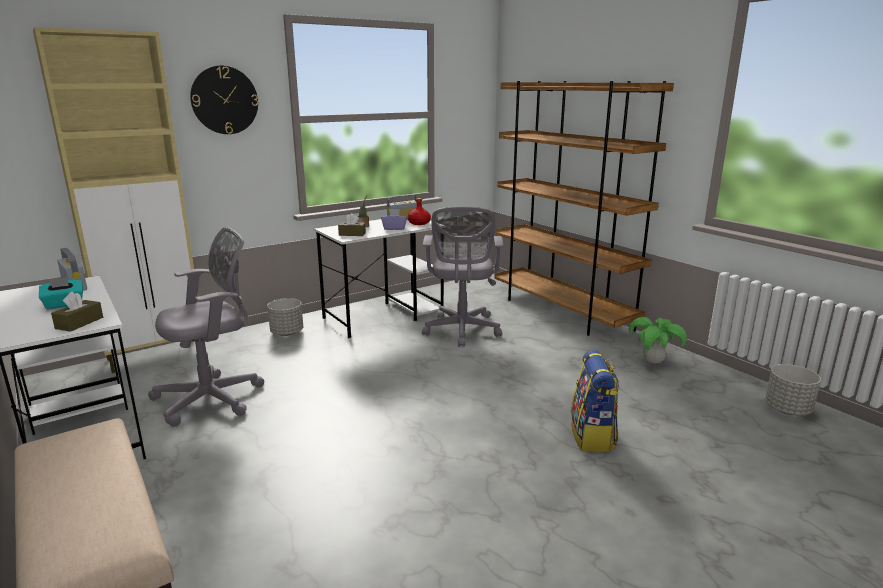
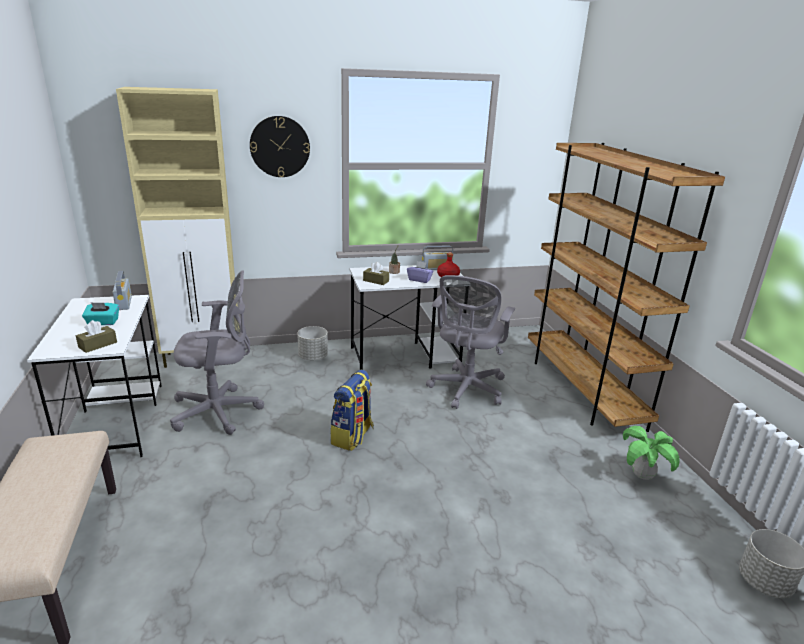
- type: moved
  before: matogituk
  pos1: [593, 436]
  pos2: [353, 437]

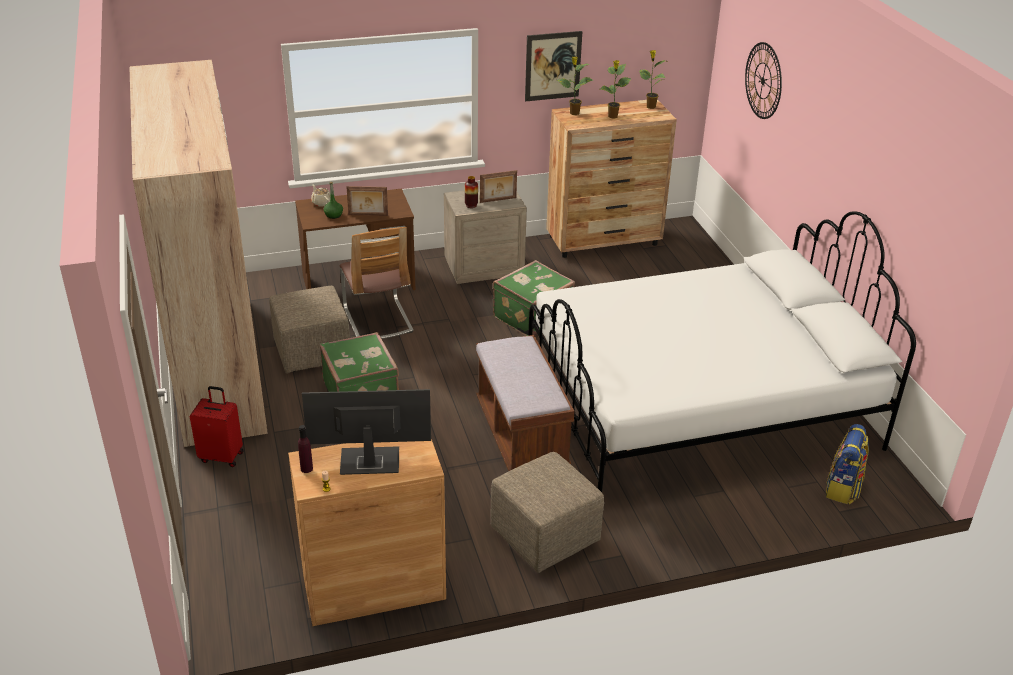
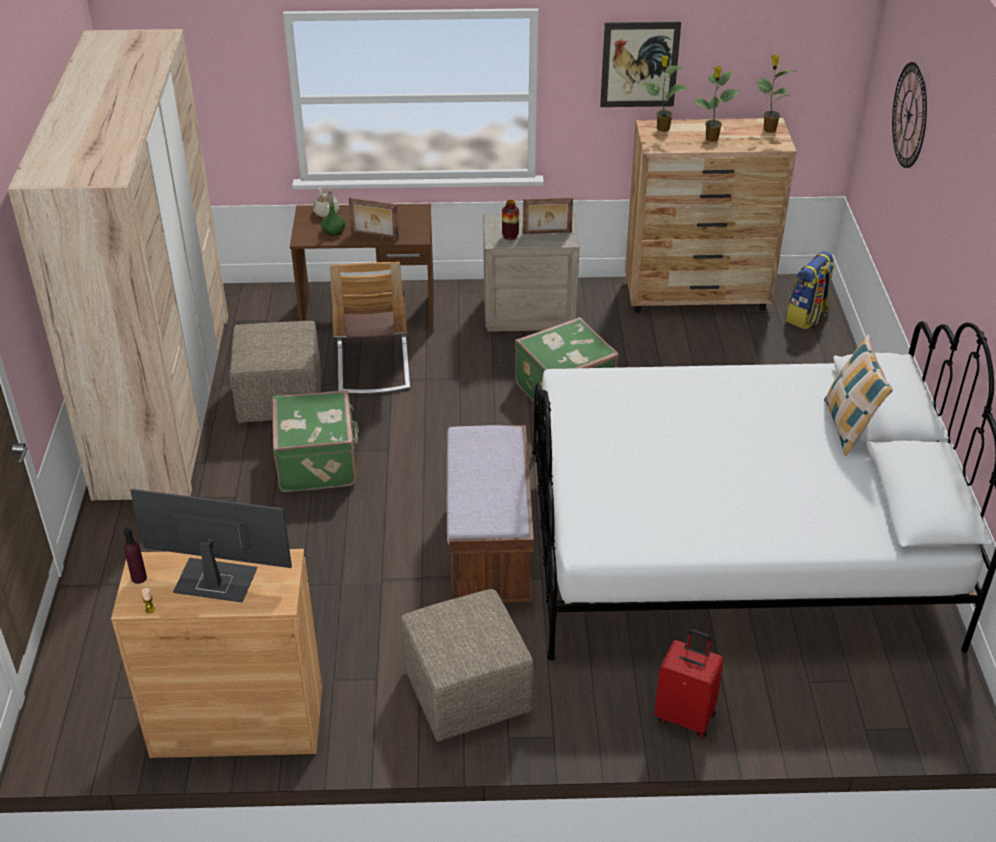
- type: moved
  before: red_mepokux
  pos1: [222, 456]
  pos2: [685, 716]
- type: moved
  before: matogituk
  pos1: [843, 488]
  pos2: [807, 316]
- type: added
  after: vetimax
  pos2: [848, 427]

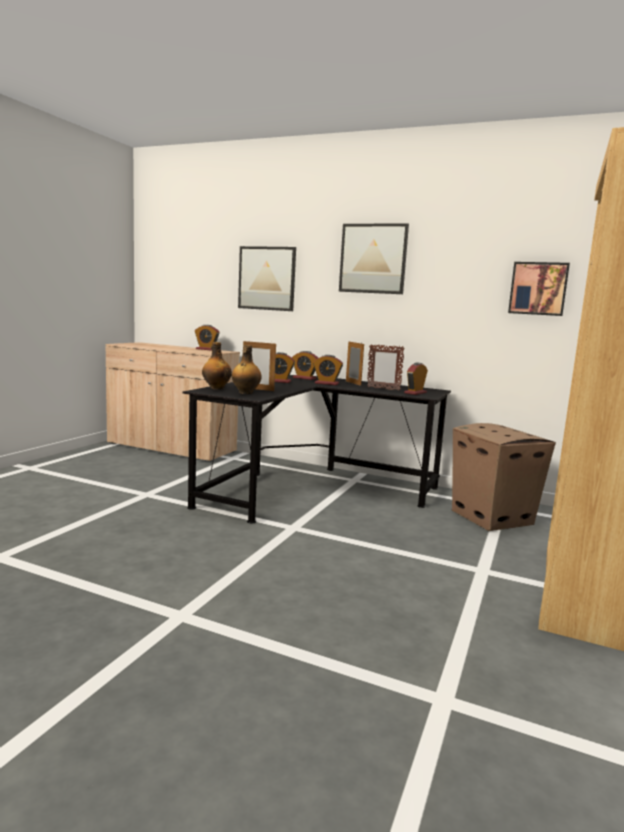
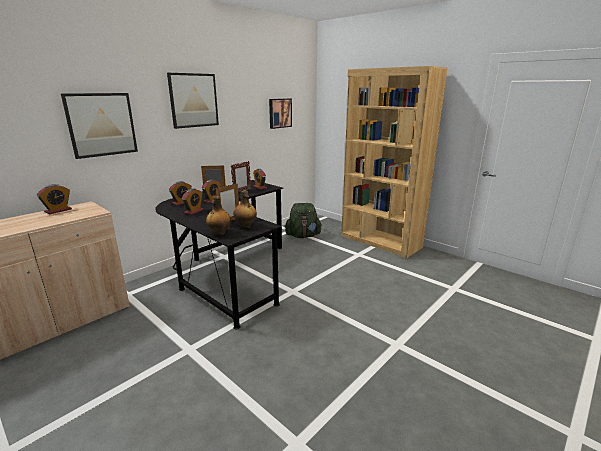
- type: replaced
  before: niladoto
  after: green_matogituk
  pos1: [492, 517]
  pos2: [303, 236]

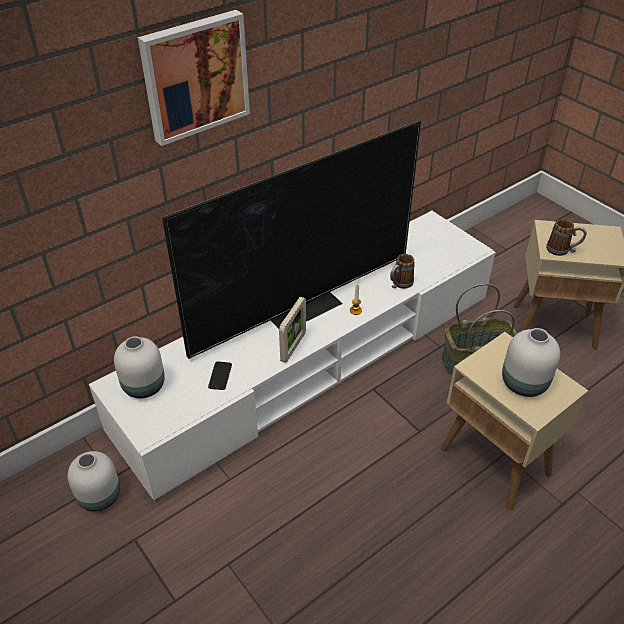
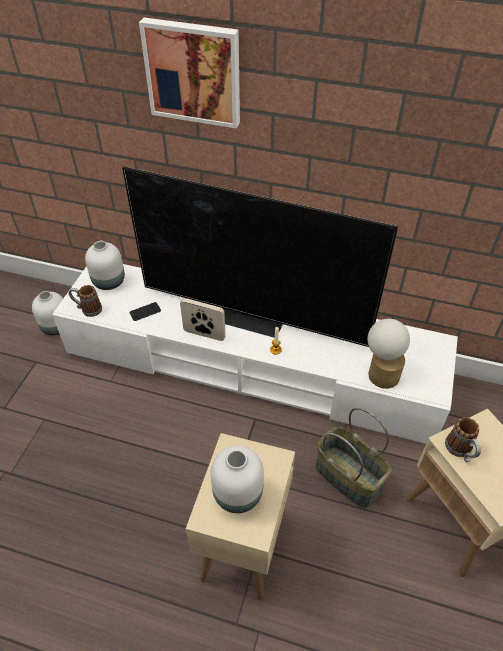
- type: moved
  before: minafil
  pos1: [399, 284]
  pos2: [88, 309]
- type: turned
  before: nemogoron
  pos1: [293, 347]
  pos2: [204, 334]
  turn: -150
- type: added
  after: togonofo
  pos2: [381, 372]

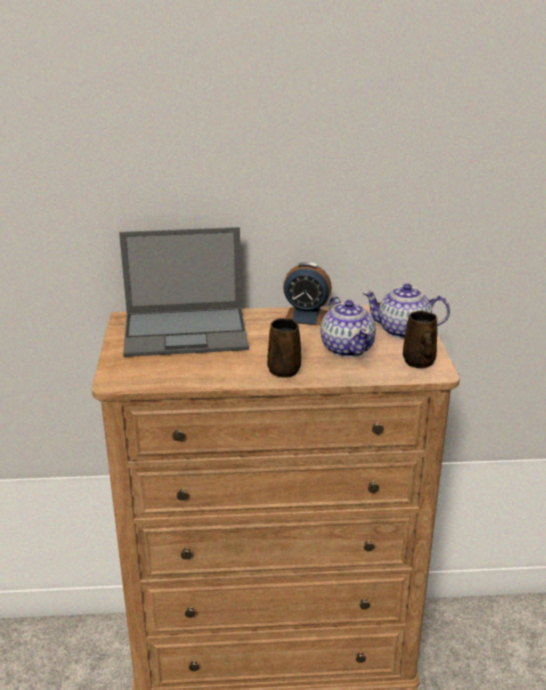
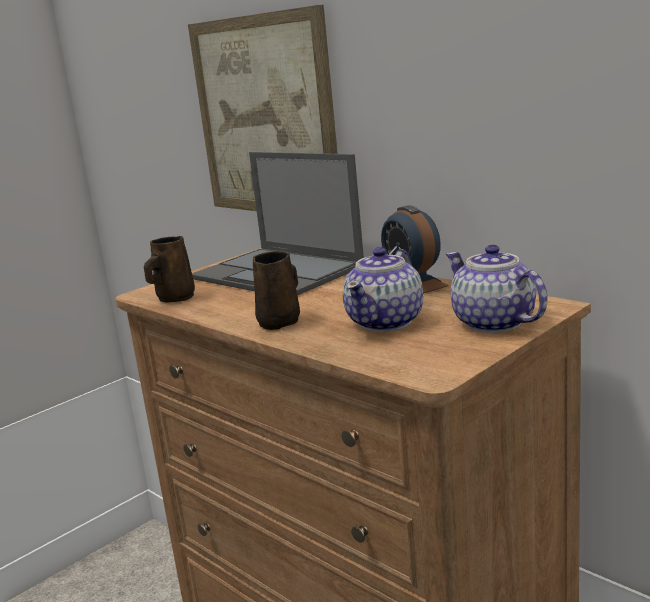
- type: moved
  before: brown_minafil
  pos1: [419, 363]
  pos2: [174, 298]
- type: added
  after: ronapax
  pos2: [265, 117]

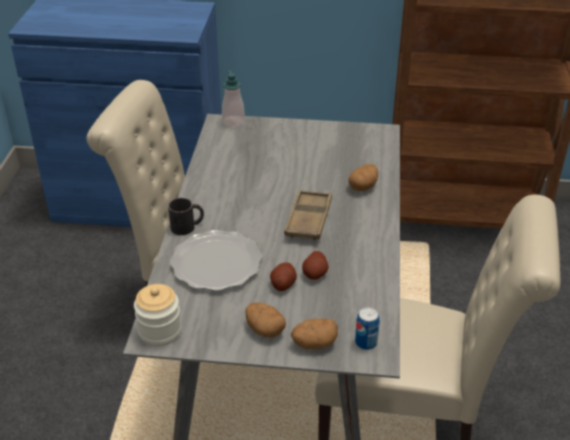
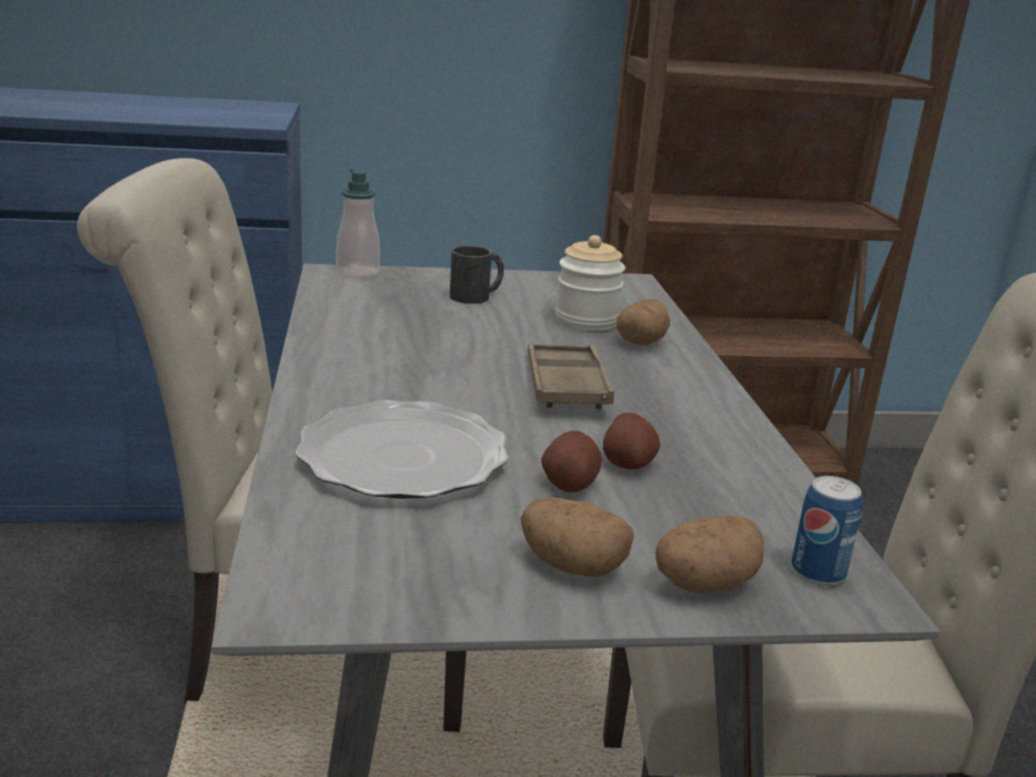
- type: moved
  before: black_minafil
  pos1: [187, 226]
  pos2: [477, 296]
- type: moved
  before: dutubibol
  pos1: [160, 331]
  pos2: [586, 321]

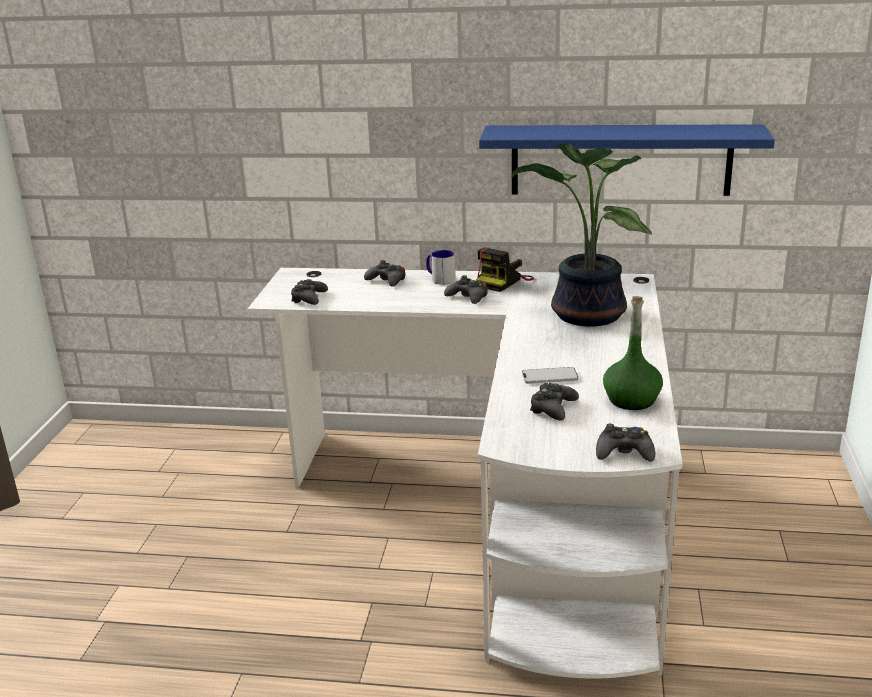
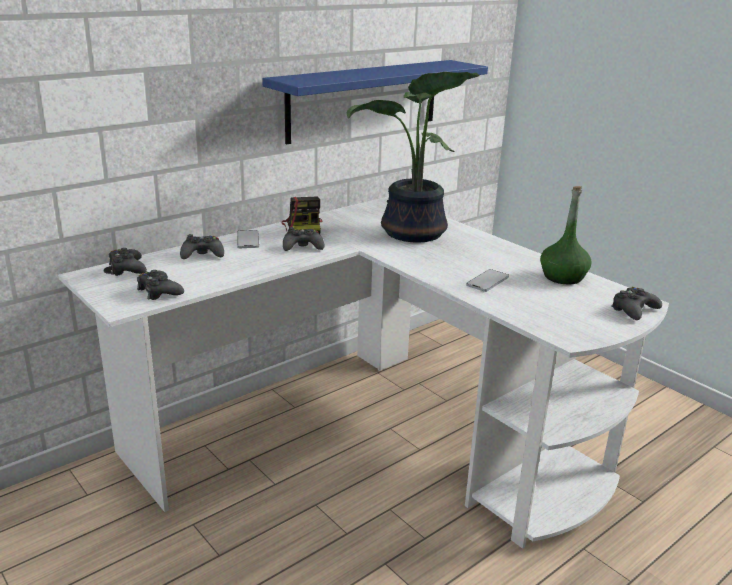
- type: replaced
  before: minafil
  after: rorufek
  pos1: [440, 279]
  pos2: [248, 240]
- type: moved
  before: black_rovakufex
  pos1: [553, 408]
  pos2: [127, 268]

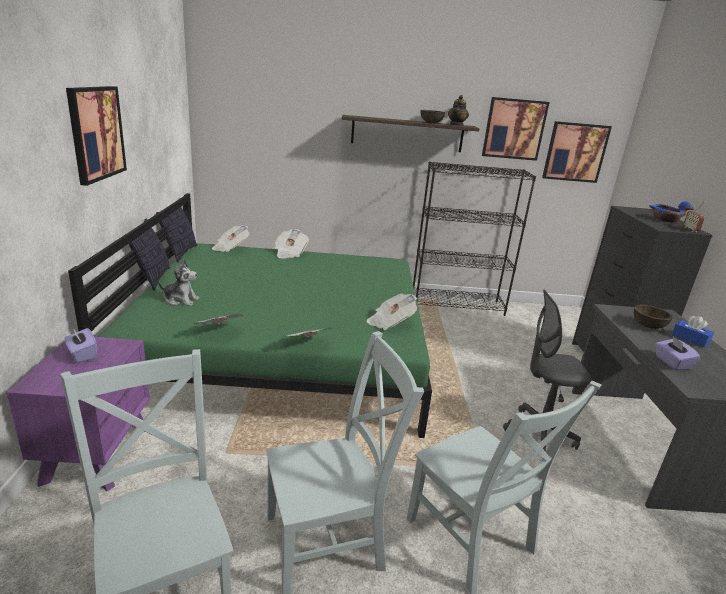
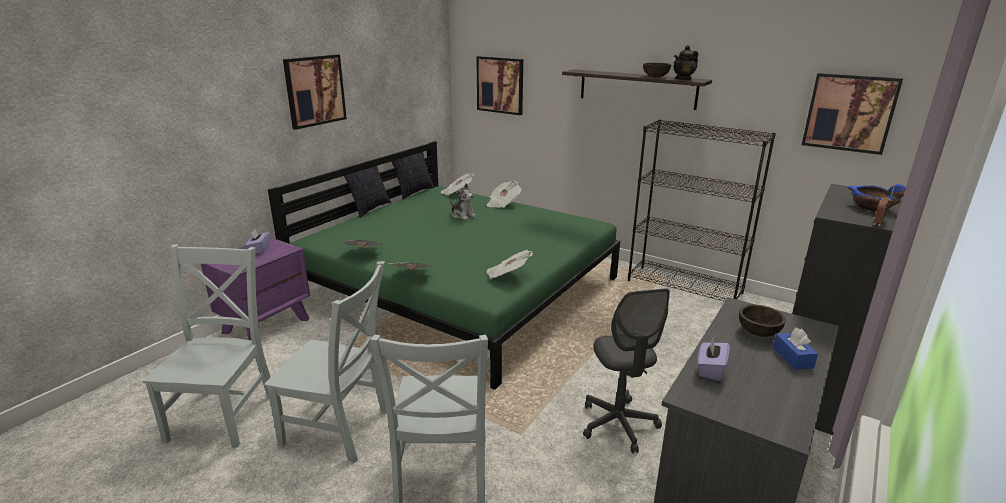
- type: moved
  before: ronapax
  pos1: [514, 129]
  pos2: [500, 85]
- type: moved
  before: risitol
  pos1: [181, 300]
  pos2: [463, 215]
- type: turned
  before: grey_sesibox
  pos1: [539, 432]
  pos2: [618, 424]
  turn: -135

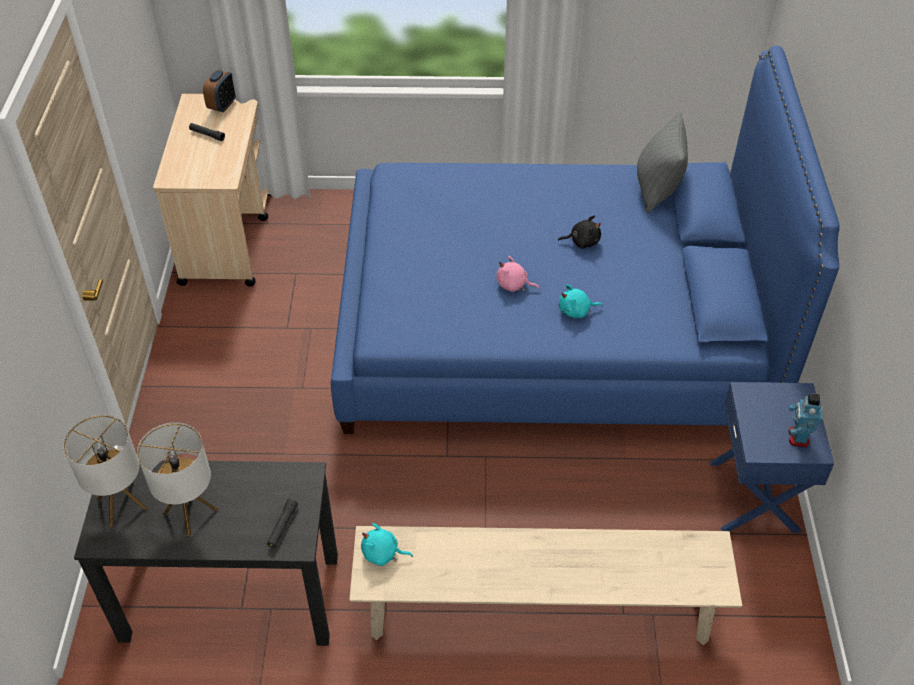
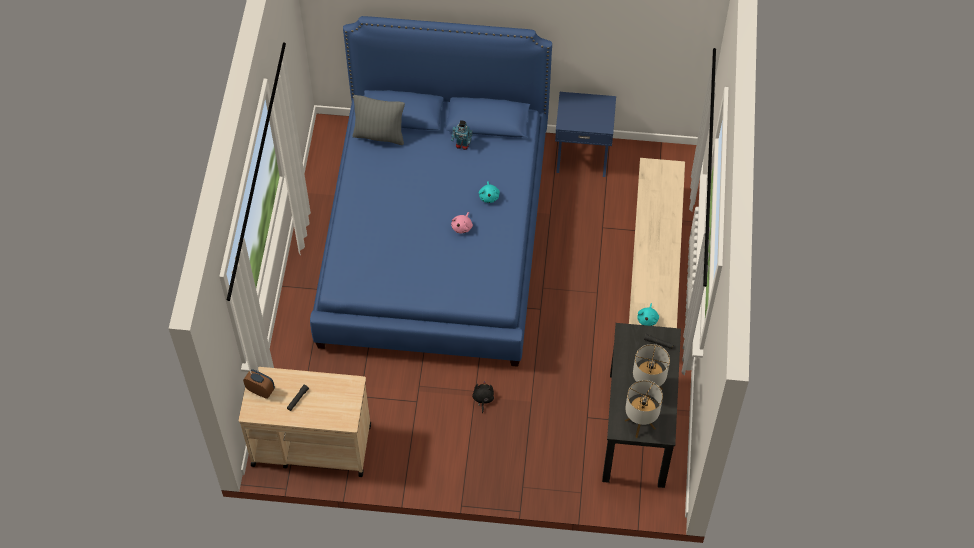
- type: moved
  before: black_risitol
  pos1: [582, 241]
  pos2: [483, 399]
- type: moved
  before: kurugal
  pos1: [797, 437]
  pos2: [462, 145]

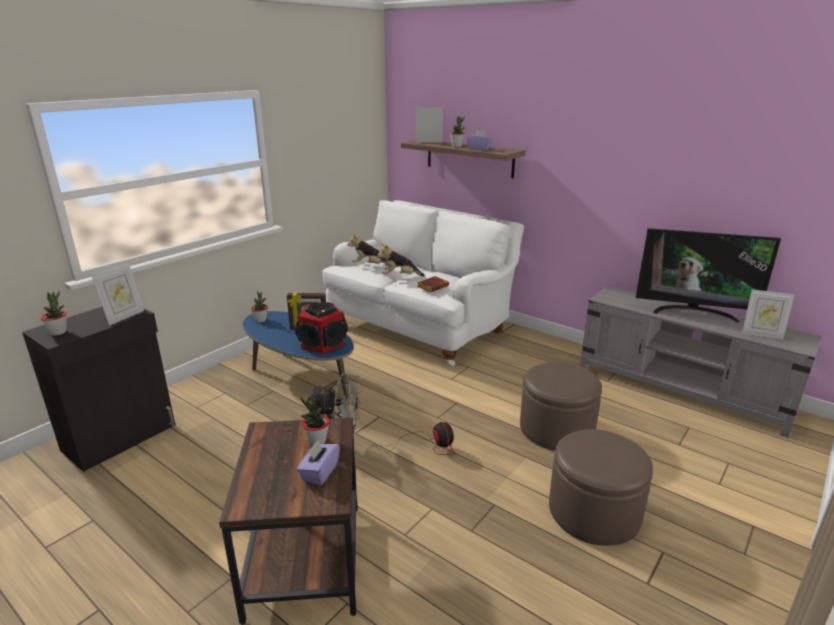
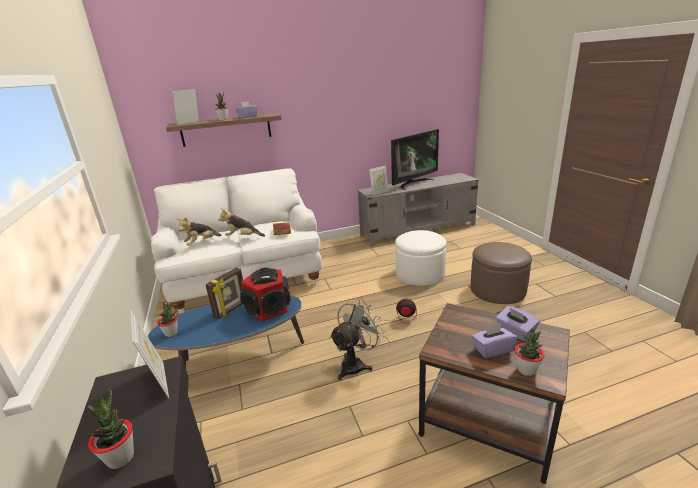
- type: turned
  before: risitol
  pos1: [400, 276]
  pos2: [243, 237]
  turn: 60
- type: moved
  before: nemogoron
  pos1: [761, 334]
  pos2: [379, 192]
- type: recoloured
  before: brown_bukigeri
  after: white_bukigeri
  pos1: [556, 429]
  pos2: [420, 274]
- type: moved
  before: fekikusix
  pos1: [317, 440]
  pos2: [526, 370]
- type: added
  after: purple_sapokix
  pos2: [492, 349]

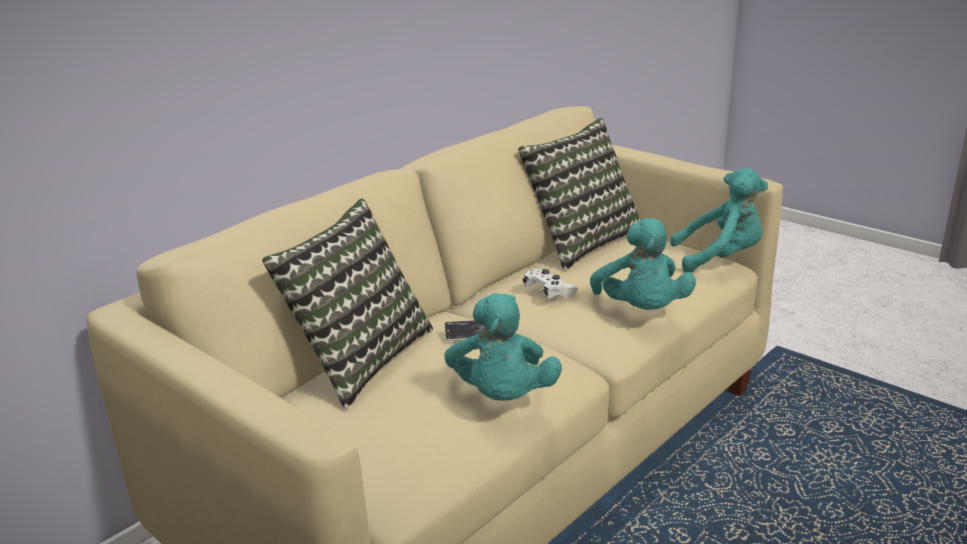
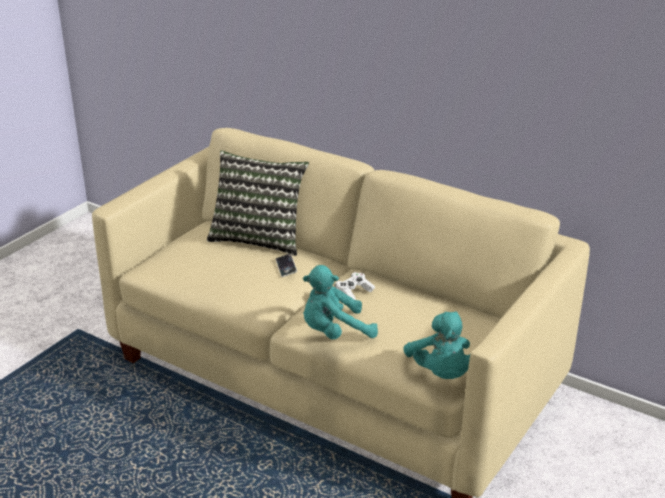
- type: removed
  before: vetimax
  pos1: [581, 242]
- type: removed
  before: turquoise_risitol
  pos1: [502, 397]

